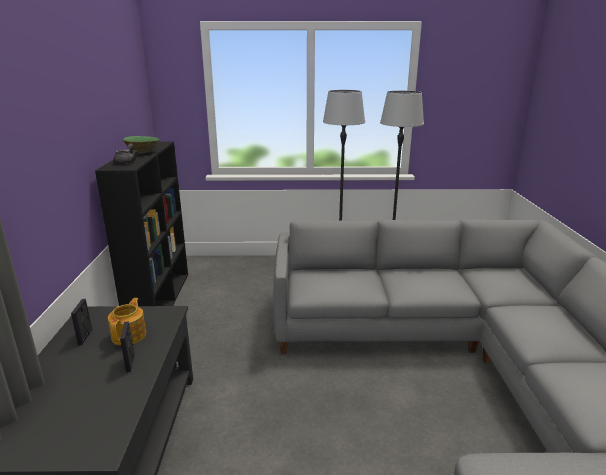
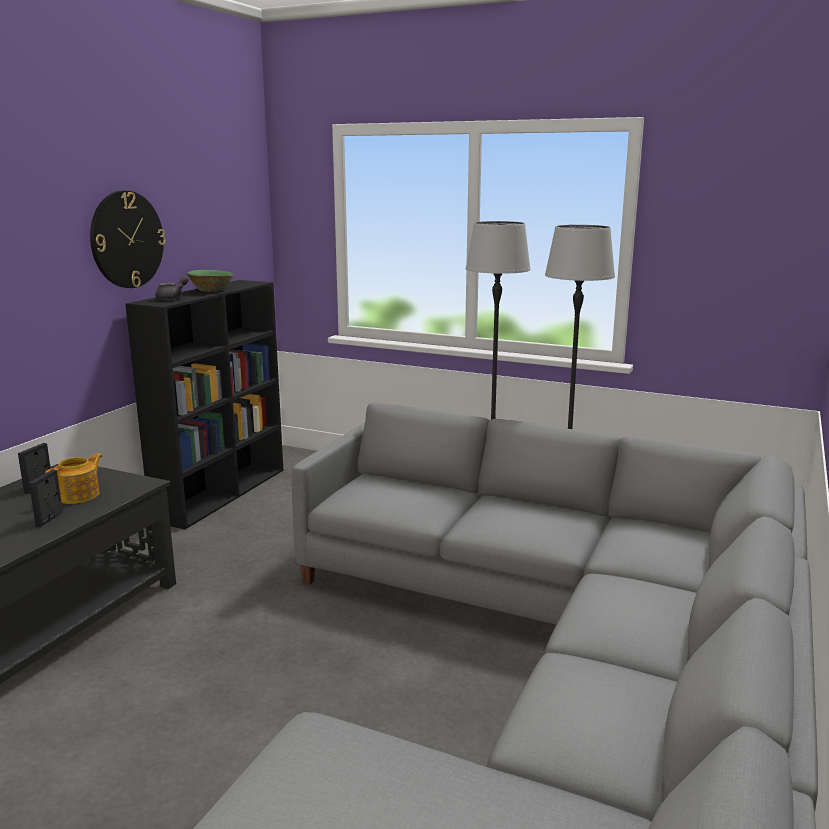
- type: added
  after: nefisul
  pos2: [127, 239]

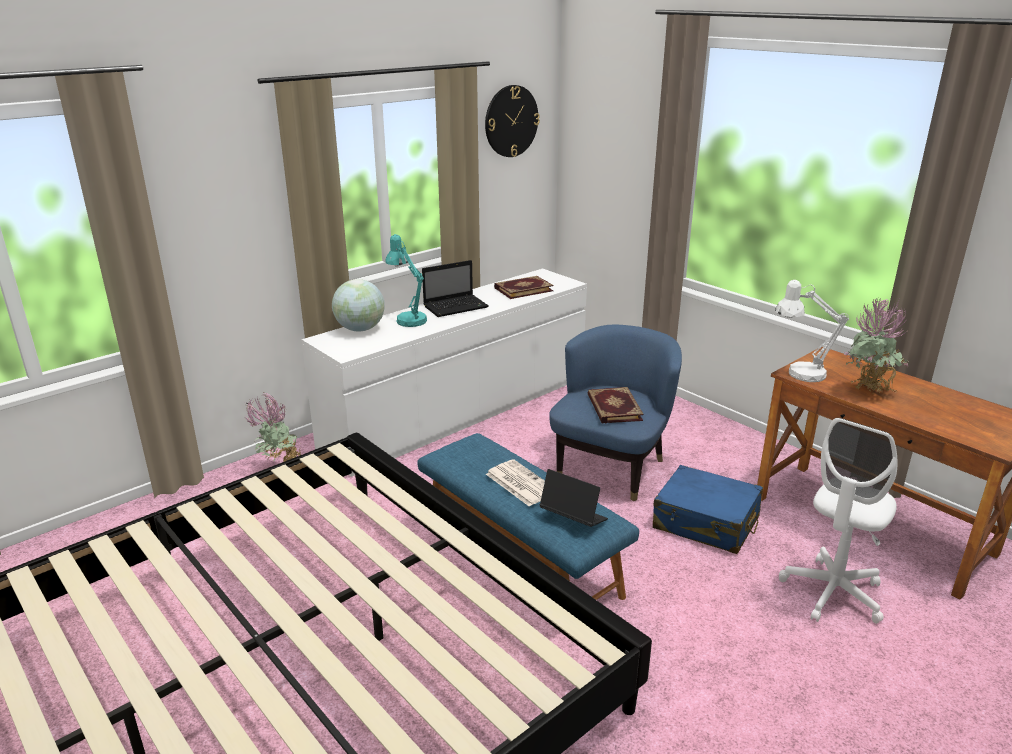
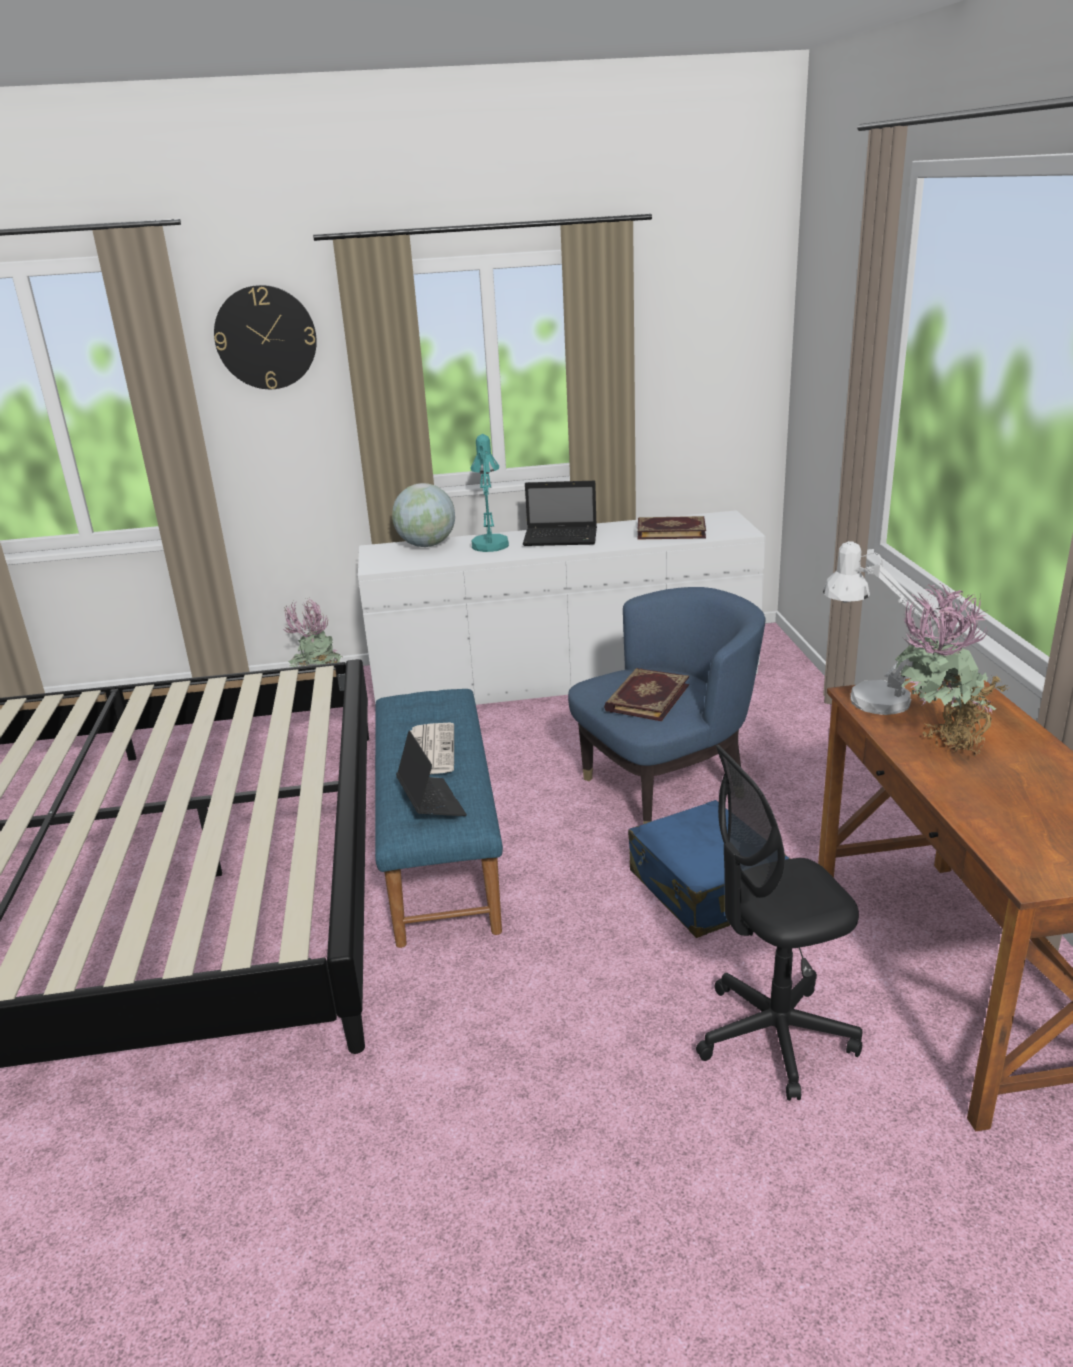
- type: moved
  before: nefisul
  pos1: [511, 121]
  pos2: [266, 337]
- type: recoloured
  before: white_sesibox
  after: black_sesibox
  pos1: [832, 593]
  pos2: [774, 1037]

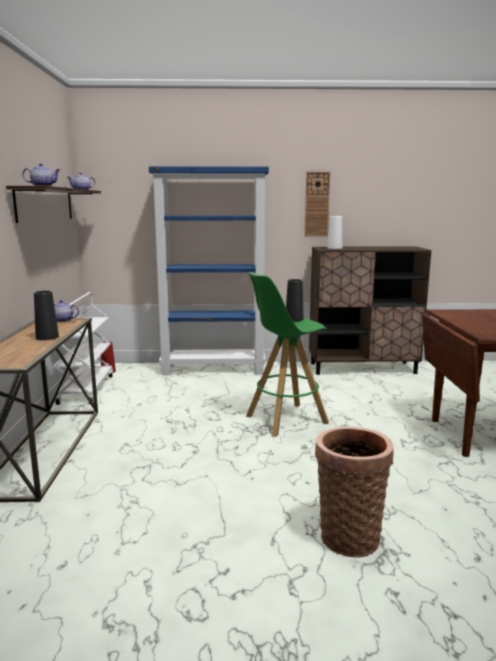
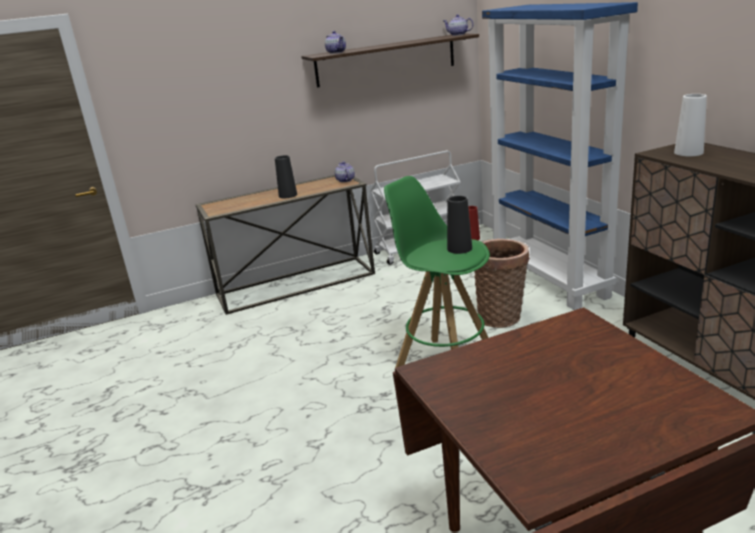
- type: removed
  before: nefisul
  pos1: [317, 204]
- type: moved
  before: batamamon
  pos1: [349, 535]
  pos2: [501, 316]

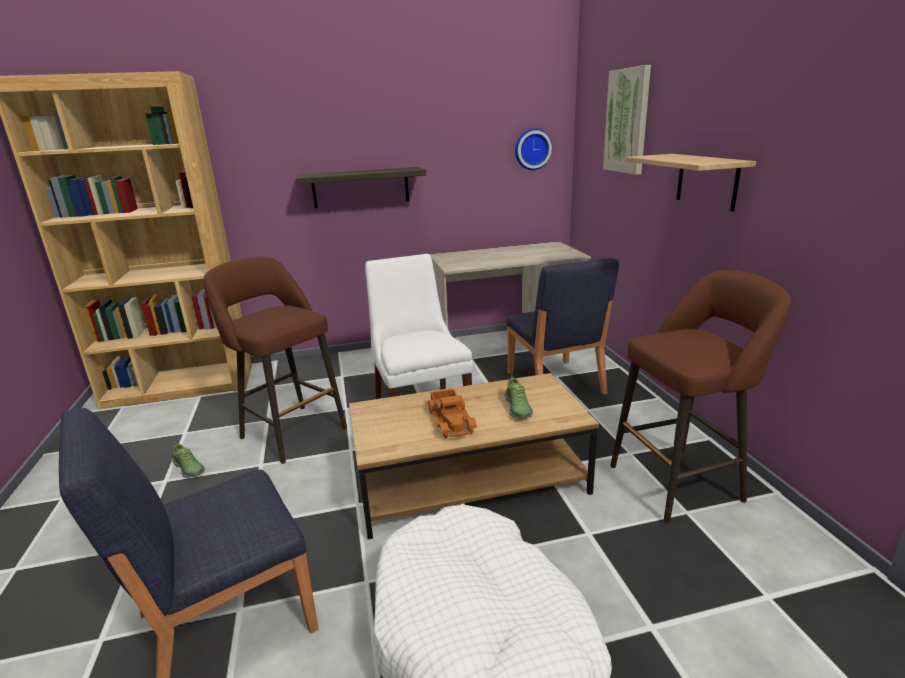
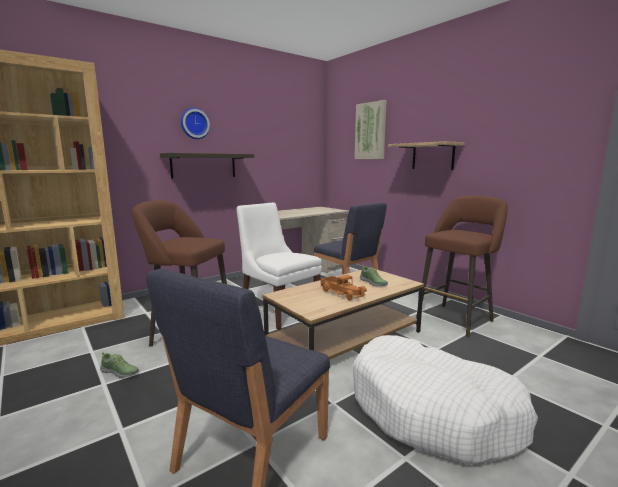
- type: moved
  before: nefisul
  pos1: [532, 149]
  pos2: [194, 123]

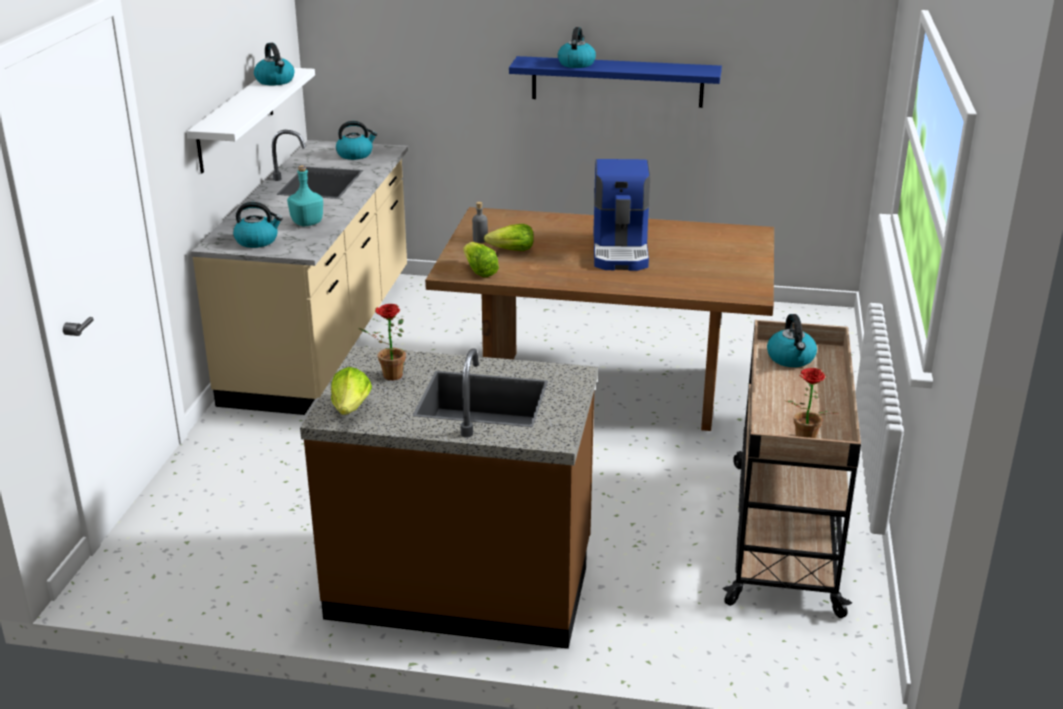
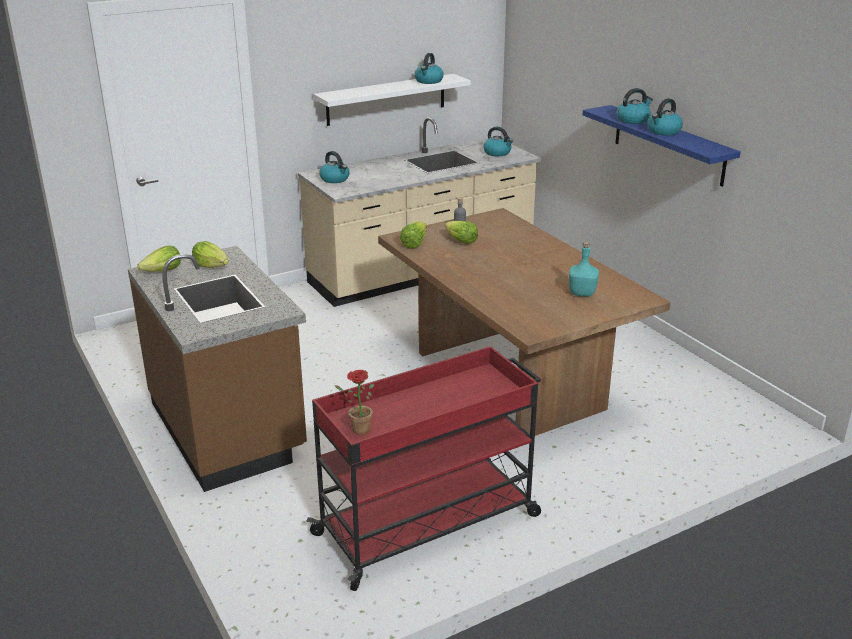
- type: removed
  before: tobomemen
  pos1: [621, 251]
- type: moved
  before: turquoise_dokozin
  pos1: [306, 223]
  pos2: [582, 292]
- type: replaced
  before: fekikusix
  after: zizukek
  pos1: [388, 376]
  pos2: [212, 266]
- type: moved
  before: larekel
  pos1: [791, 359]
  pos2: [663, 131]
- type: recoloured
  before: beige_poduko
  after: red_poduko
  pos1: [784, 533]
  pos2: [429, 524]

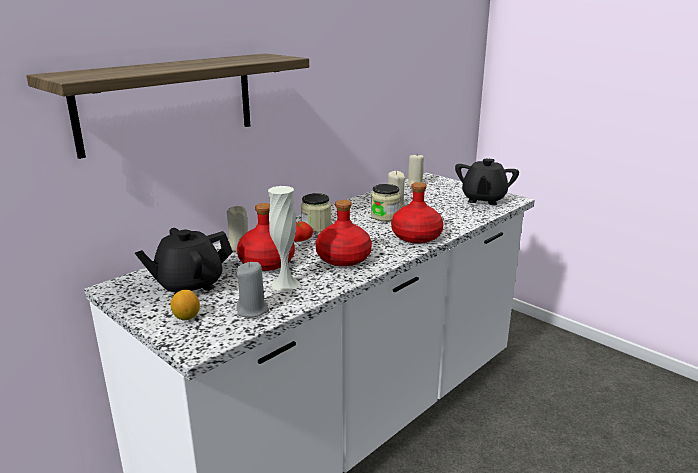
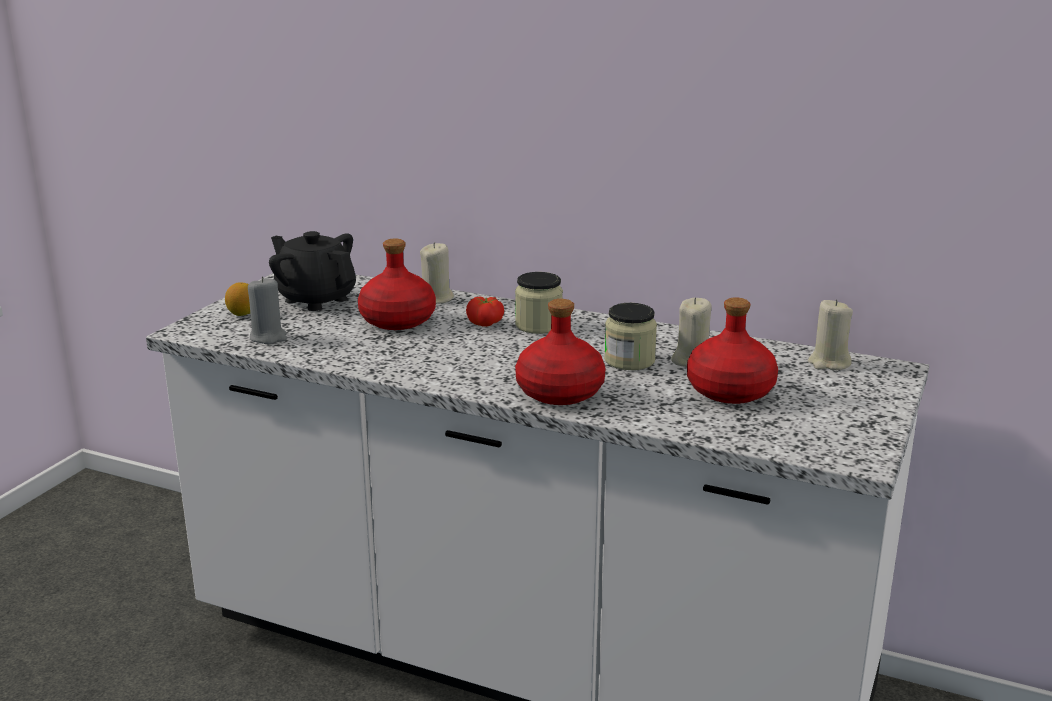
- type: removed
  before: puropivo
  pos1: [168, 102]
- type: removed
  before: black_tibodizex
  pos1: [483, 199]
- type: removed
  before: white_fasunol
  pos1: [285, 284]
- type: moved
  before: red_dokozin
  pos1: [344, 258]
  pos2: [730, 391]

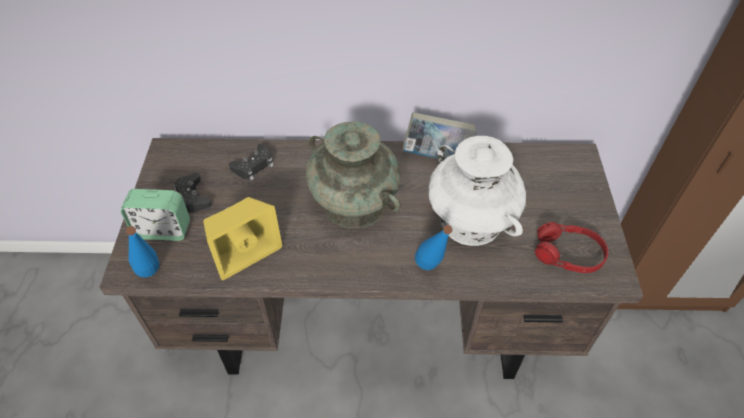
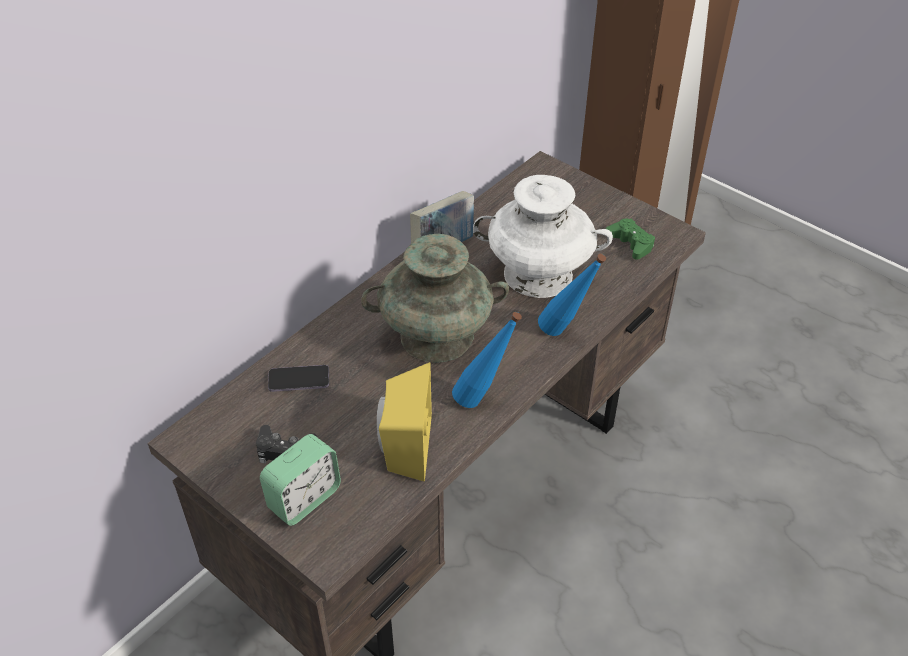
- type: replaced
  before: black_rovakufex
  after: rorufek
  pos1: [254, 166]
  pos2: [299, 380]
- type: replaced
  before: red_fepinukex
  after: green_rovakufex
  pos1: [568, 254]
  pos2: [630, 243]
- type: moved
  before: blue_dokozin
  pos1: [153, 277]
  pos2: [483, 399]

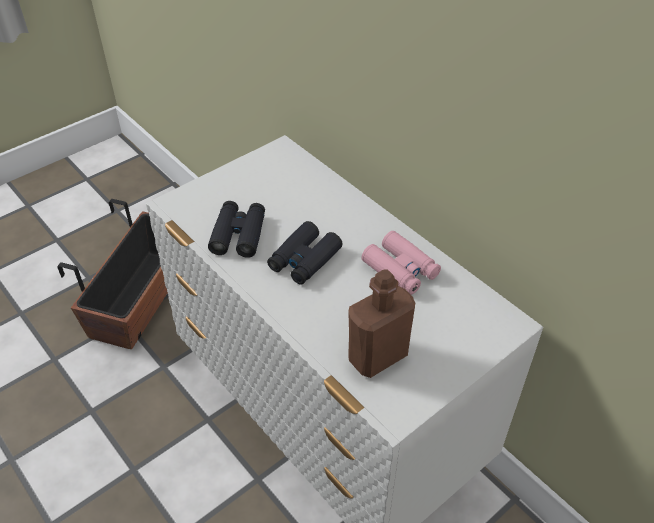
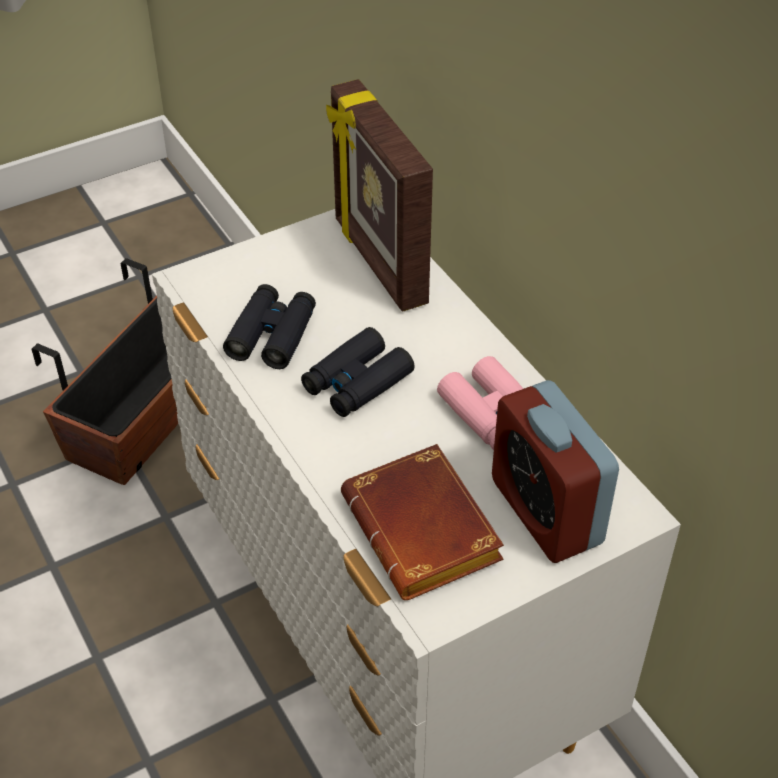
- type: replaced
  before: brown_dokozin
  after: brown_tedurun
  pos1: [377, 357]
  pos2: [427, 533]
- type: added
  after: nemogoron
  pos2: [378, 262]
- type: added
  after: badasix
  pos2: [546, 512]

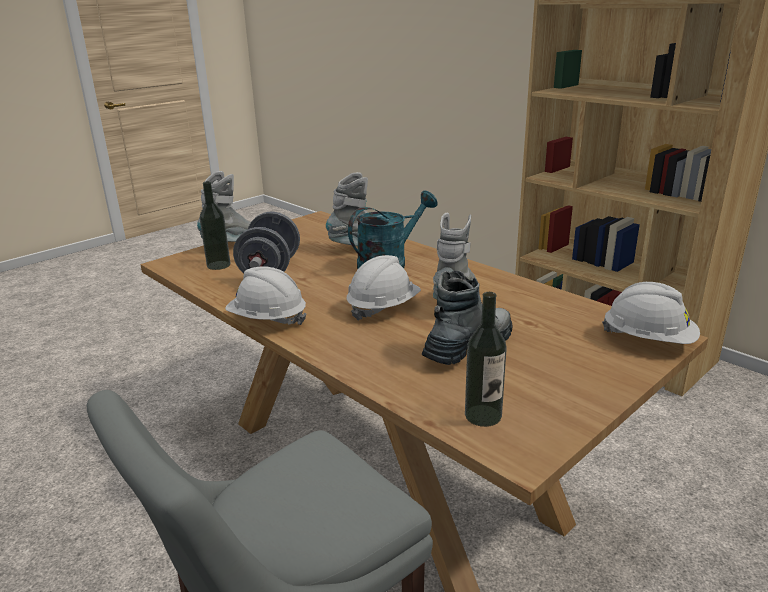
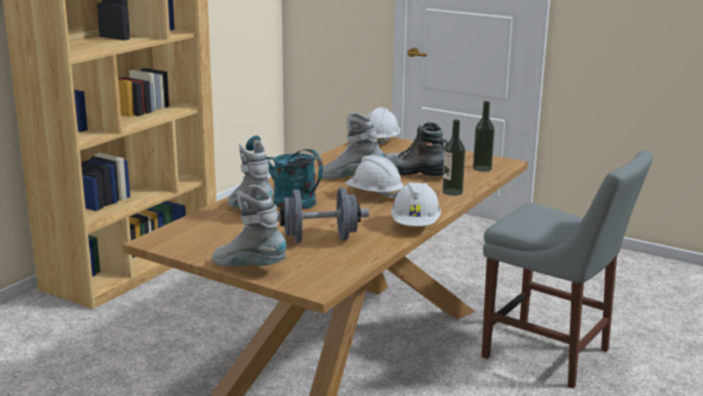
- type: moved
  before: dokozin
  pos1: [218, 265]
  pos2: [452, 192]

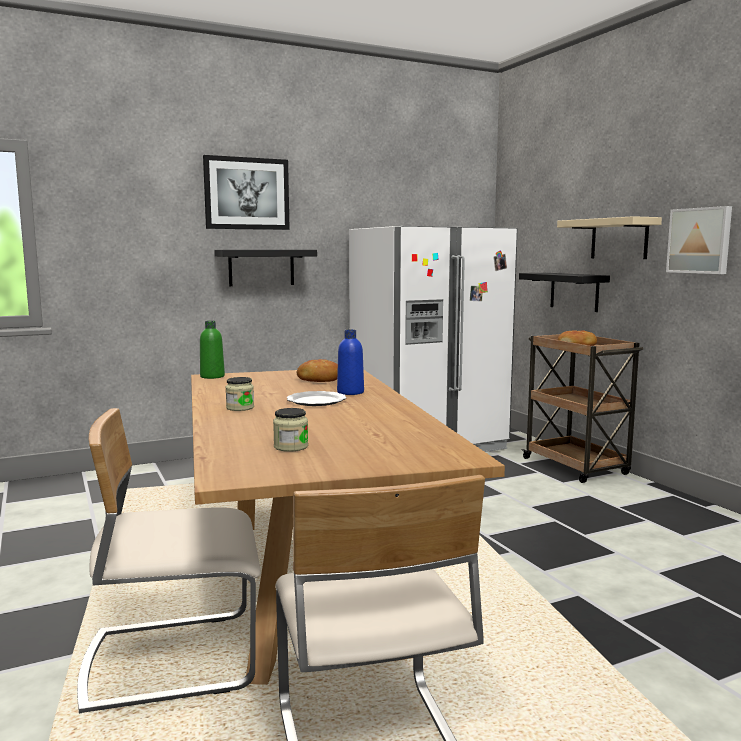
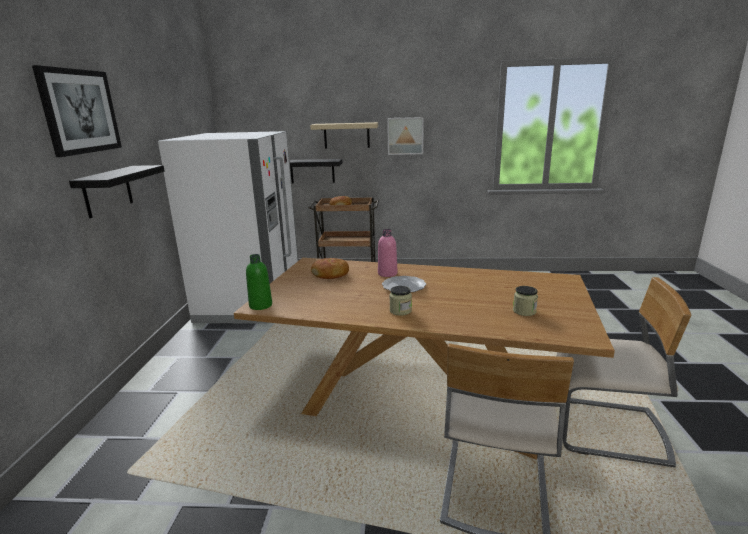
- type: recoloured
  before: blue_dokozin
  after: pink_dokozin
  pos1: [350, 392]
  pos2: [387, 273]

